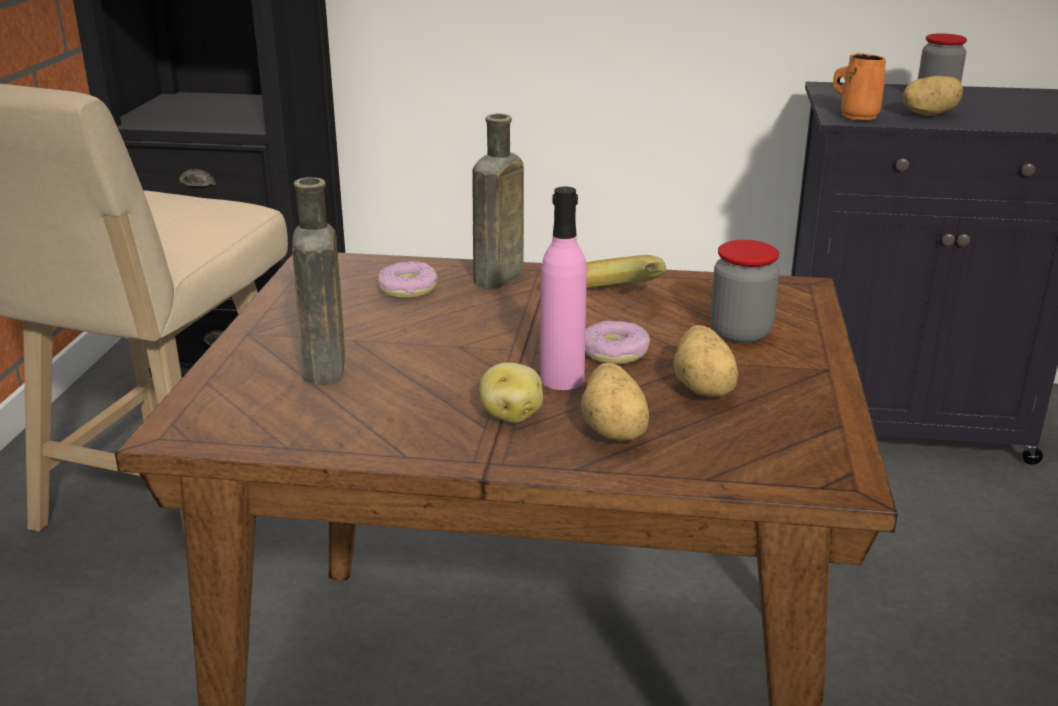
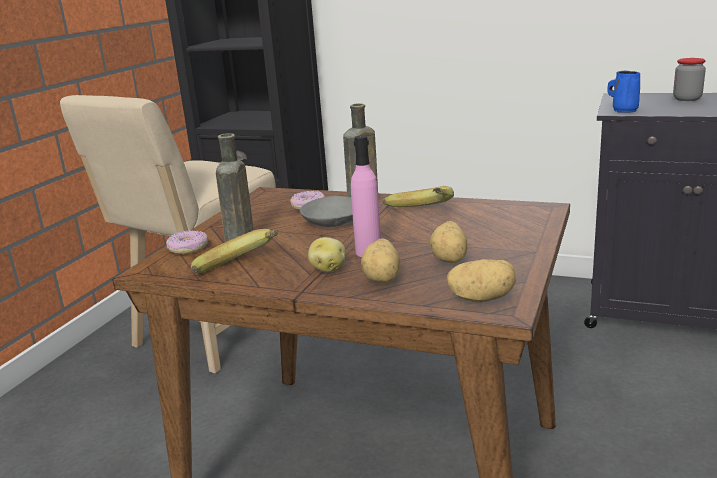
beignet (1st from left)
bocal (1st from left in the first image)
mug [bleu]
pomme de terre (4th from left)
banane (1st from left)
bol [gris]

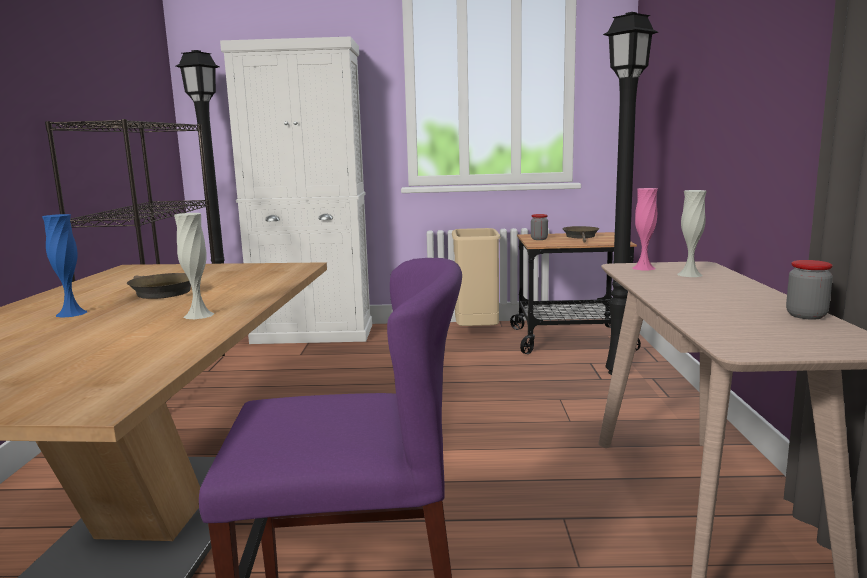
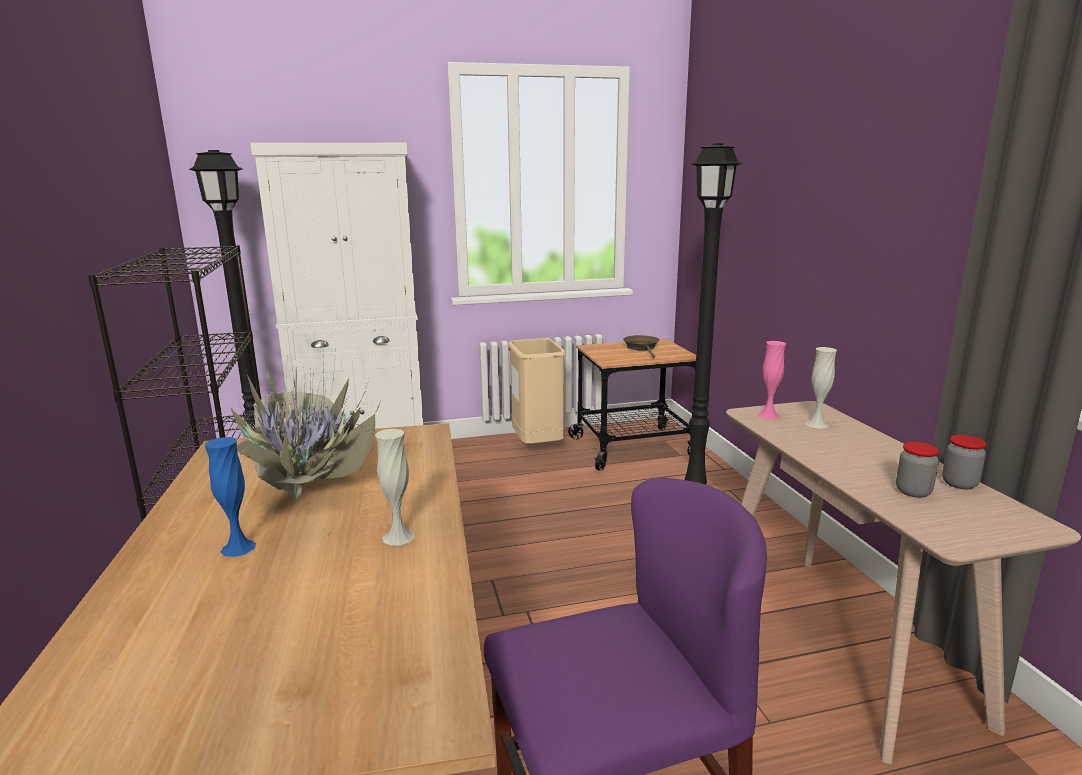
plante en pot
bocal (1st from left)

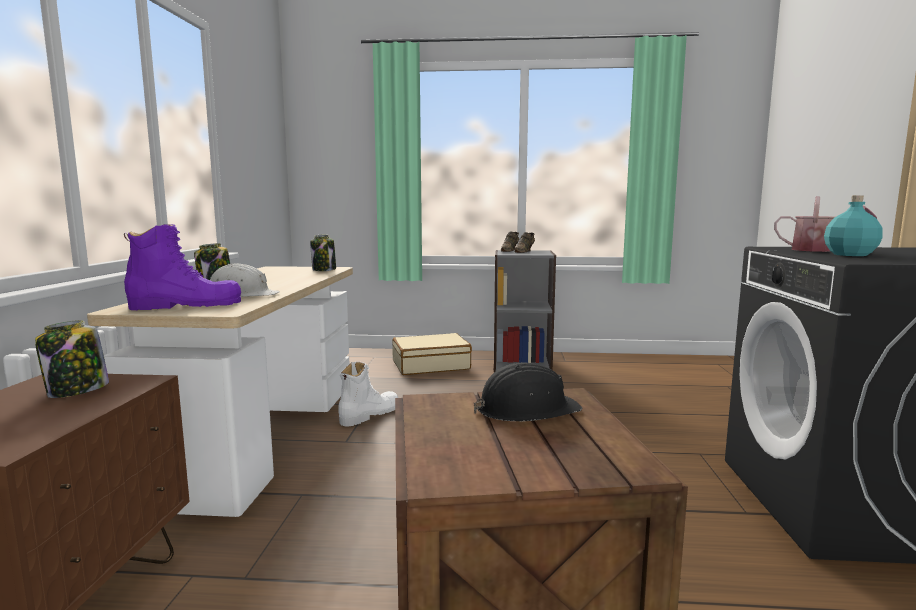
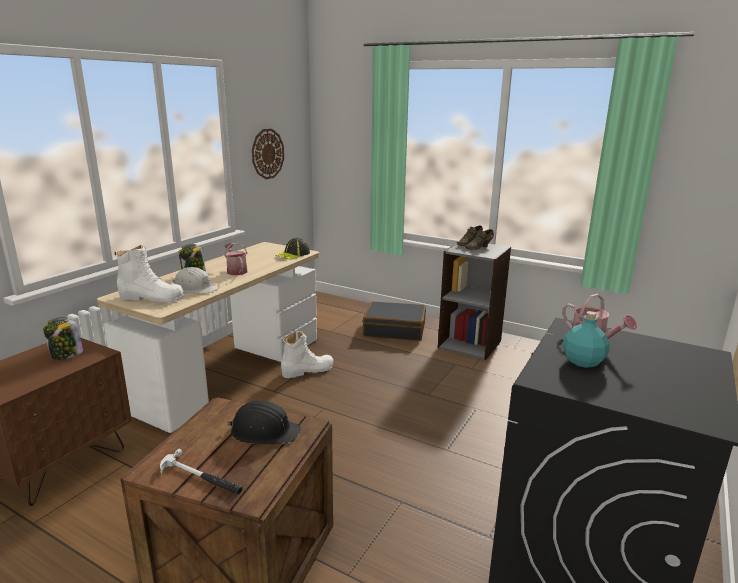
botte [blanc] (1st from left)
casquette
valise [noir]
marteau
arrosoir (1st from left)
horloge murale

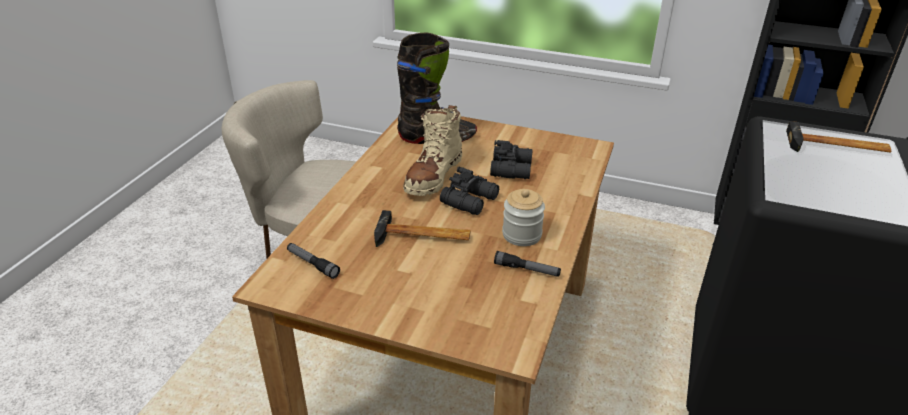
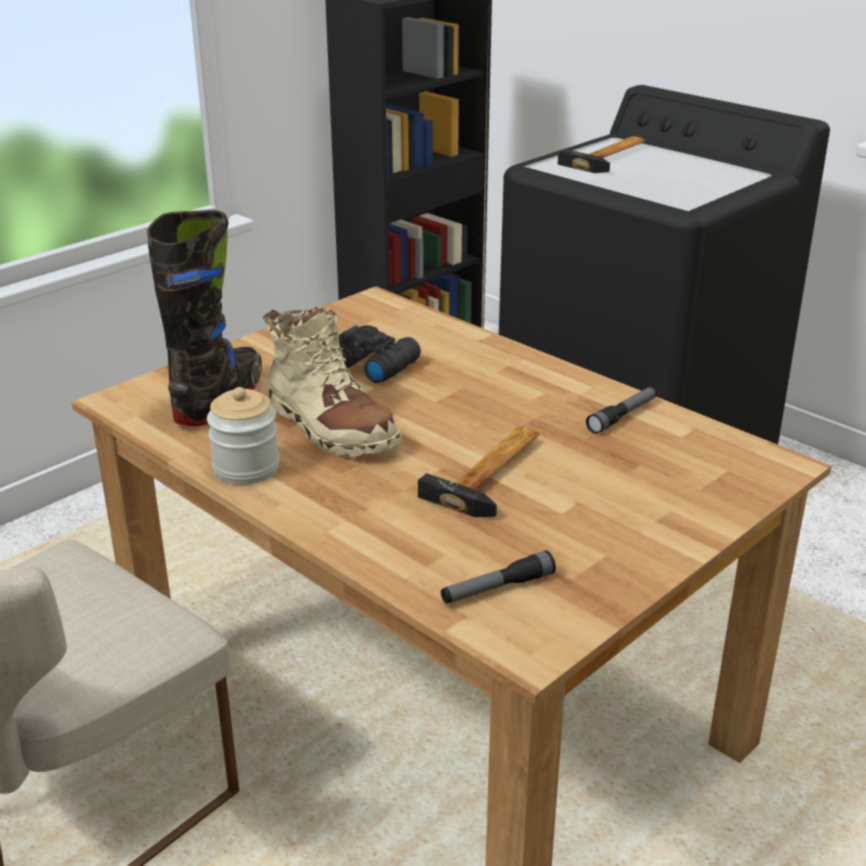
jumelles [noir] (1st from left in the first image)
bocal

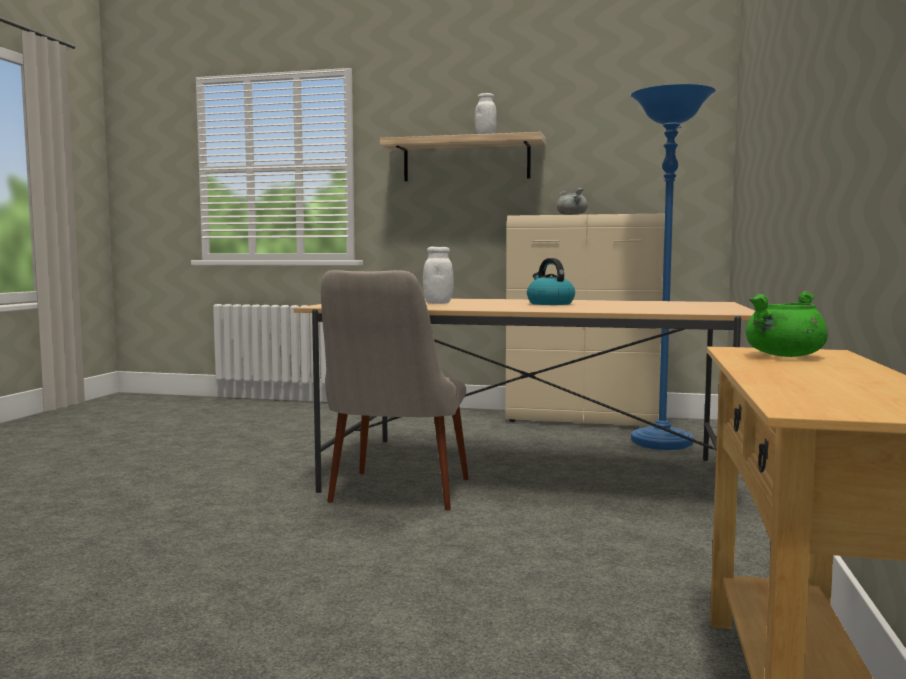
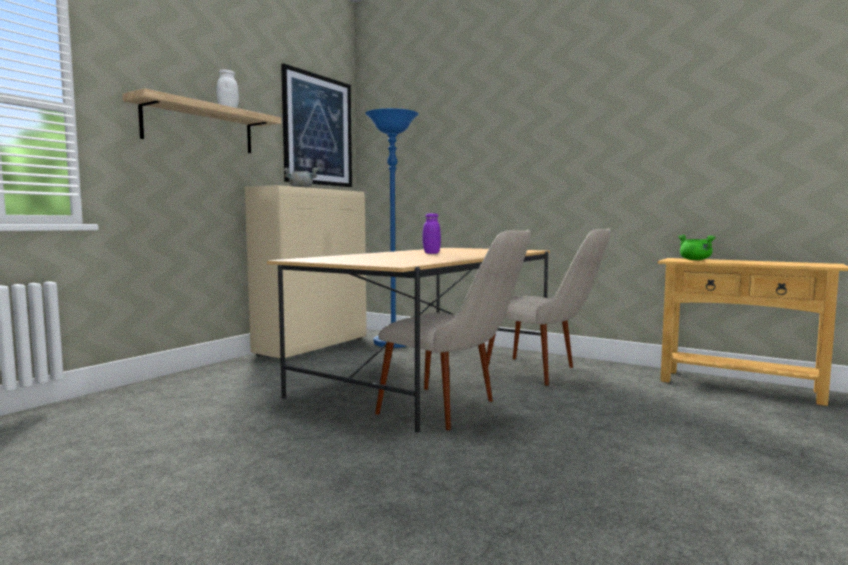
bocal [blanc] (1st from left in the first image)
bocal [violet]
tableau
chaise [beige] (2nd from left)

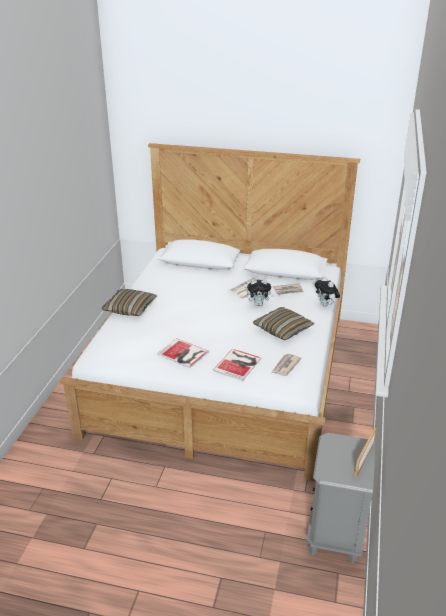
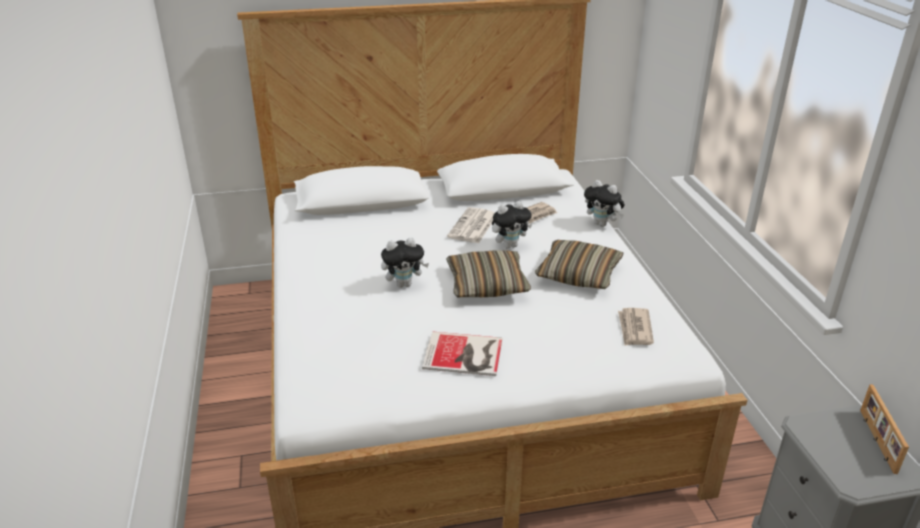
coussin (1st from left)
livre (2nd from left in the first image)
peluche (1st from left)

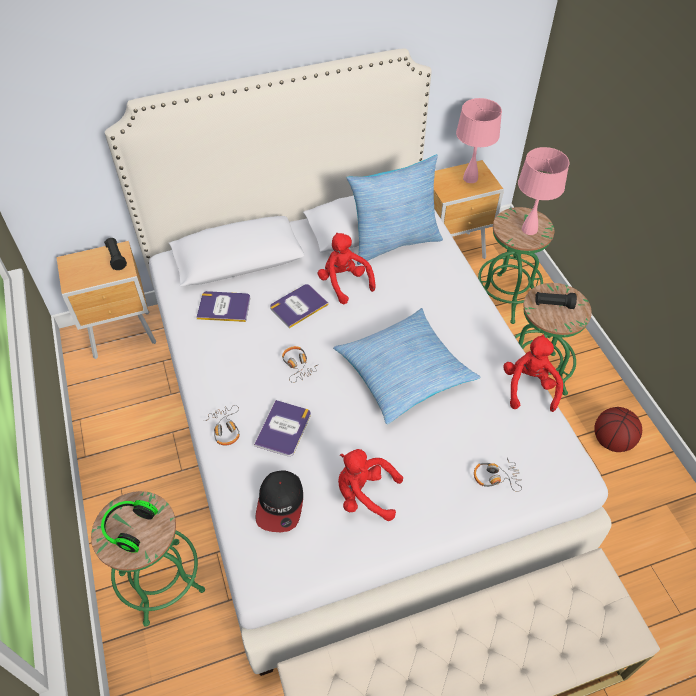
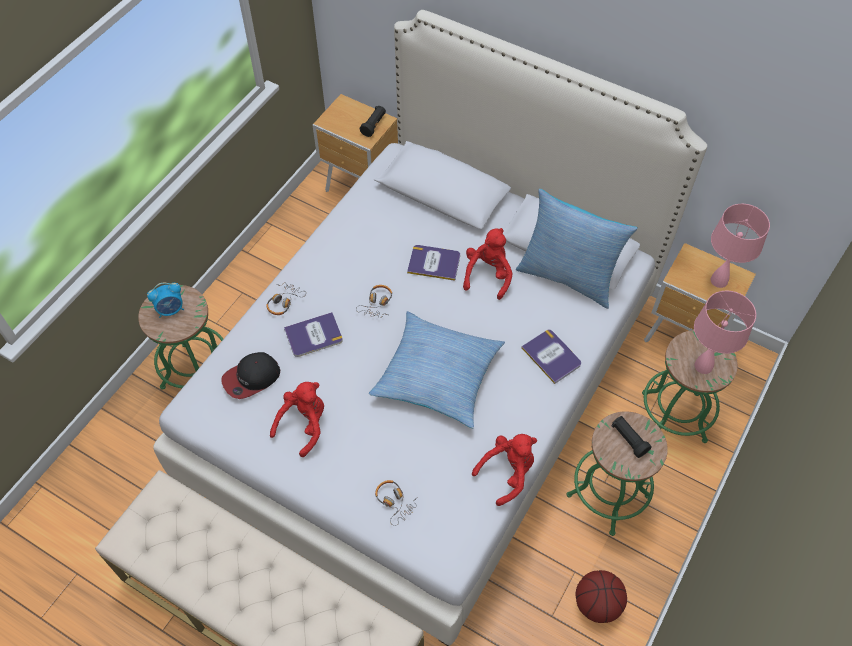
réveil
livre (3rd from left)
peluche [rouge] (1st from left)

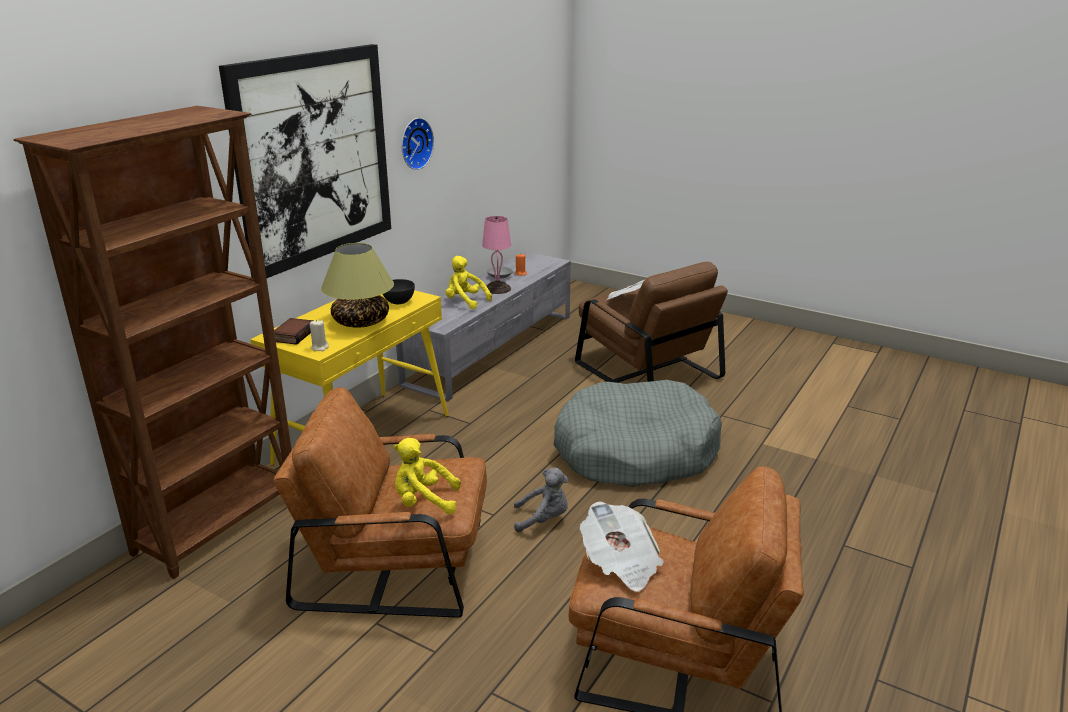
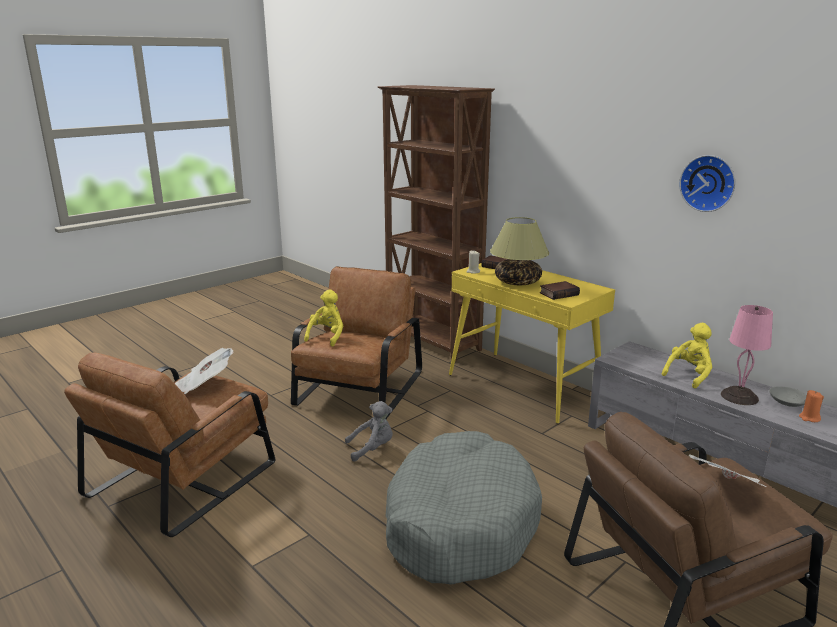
tableau
livre (2nd from left)
peluche [gris]

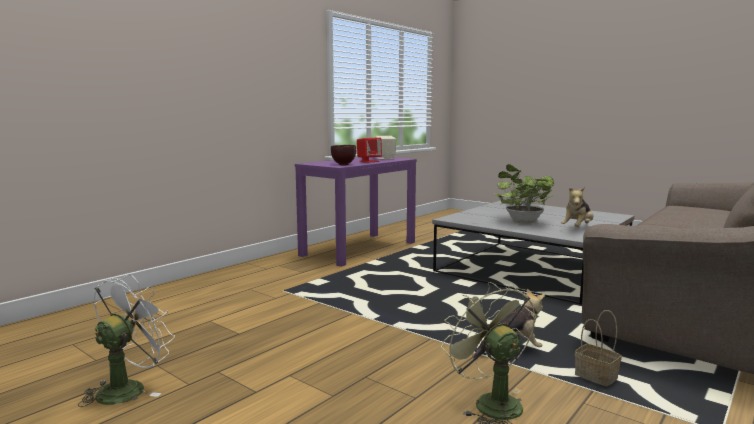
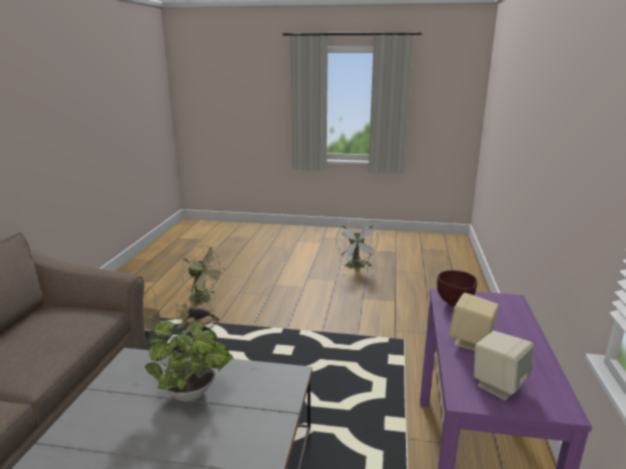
enceinte [beige] (1st from left)
peluche (2nd from left in the first image)

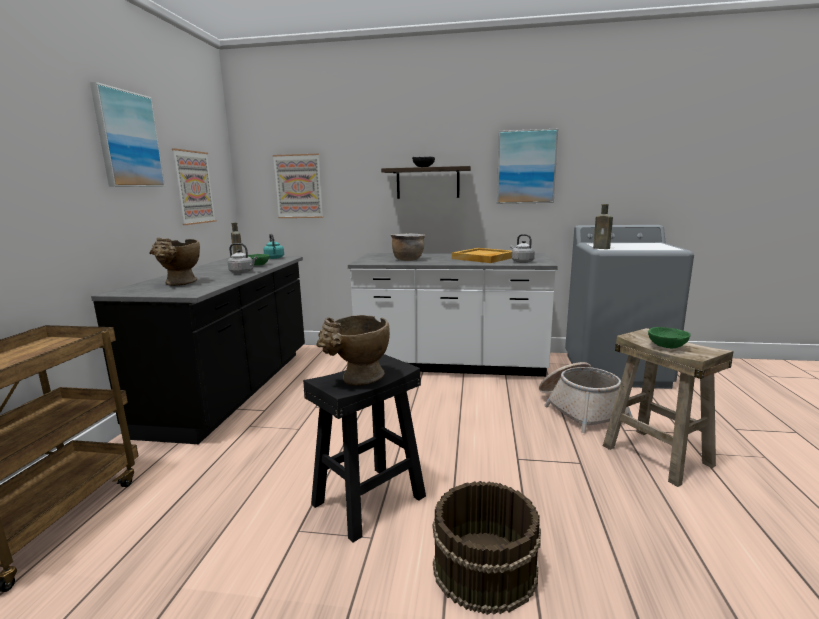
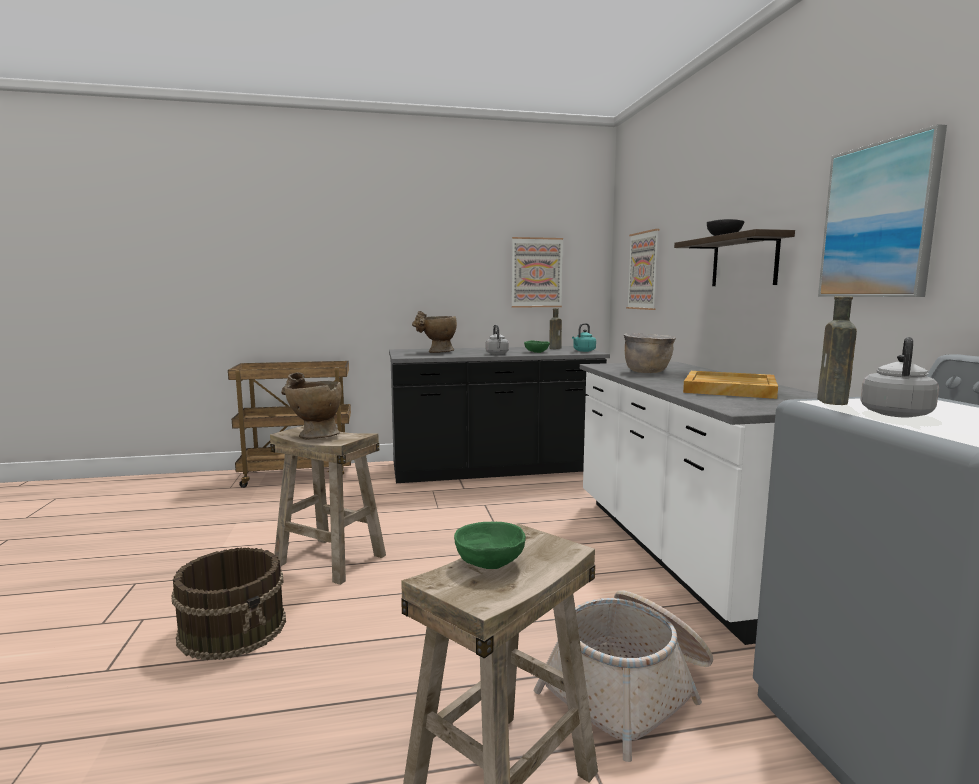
tableau (1st from left in the first image)
tabouret [beige] (1st from left)
bouilloire [gris] (2nd from left)

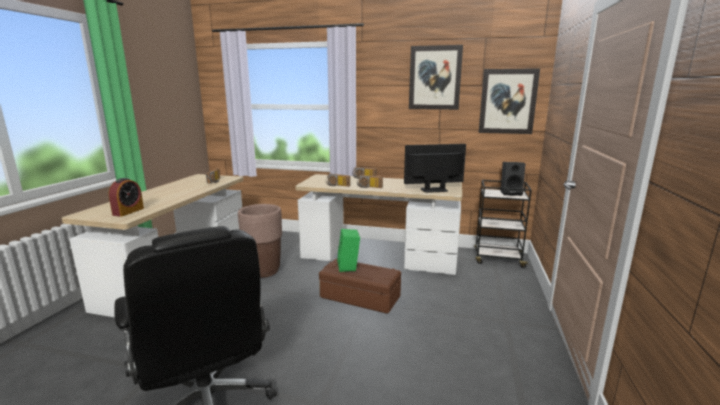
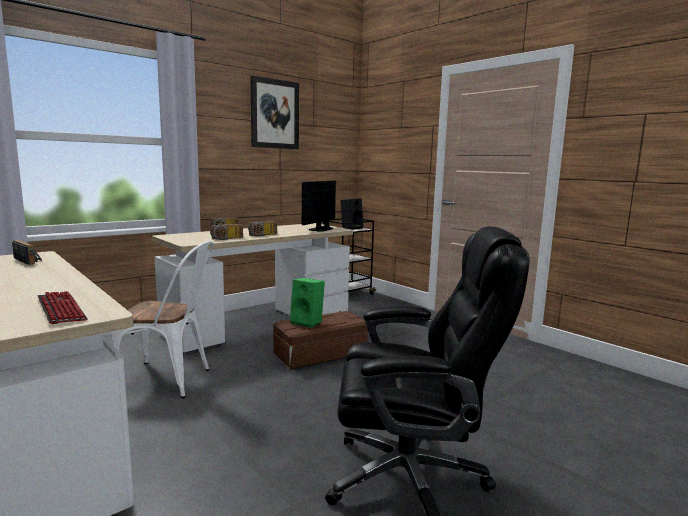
clavier
chaise [blanc]
tableau (2nd from left in the first image)

